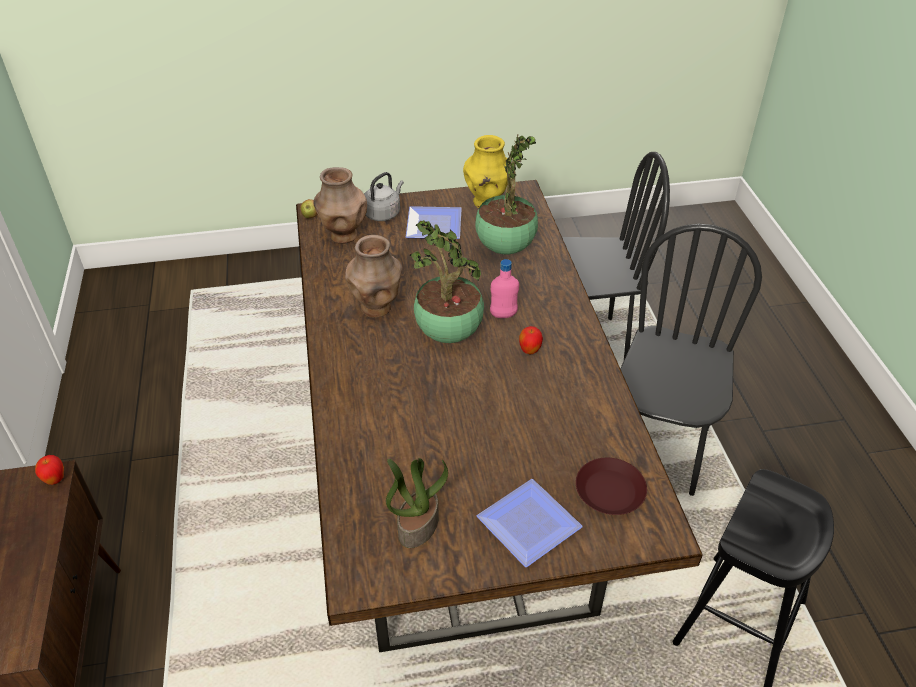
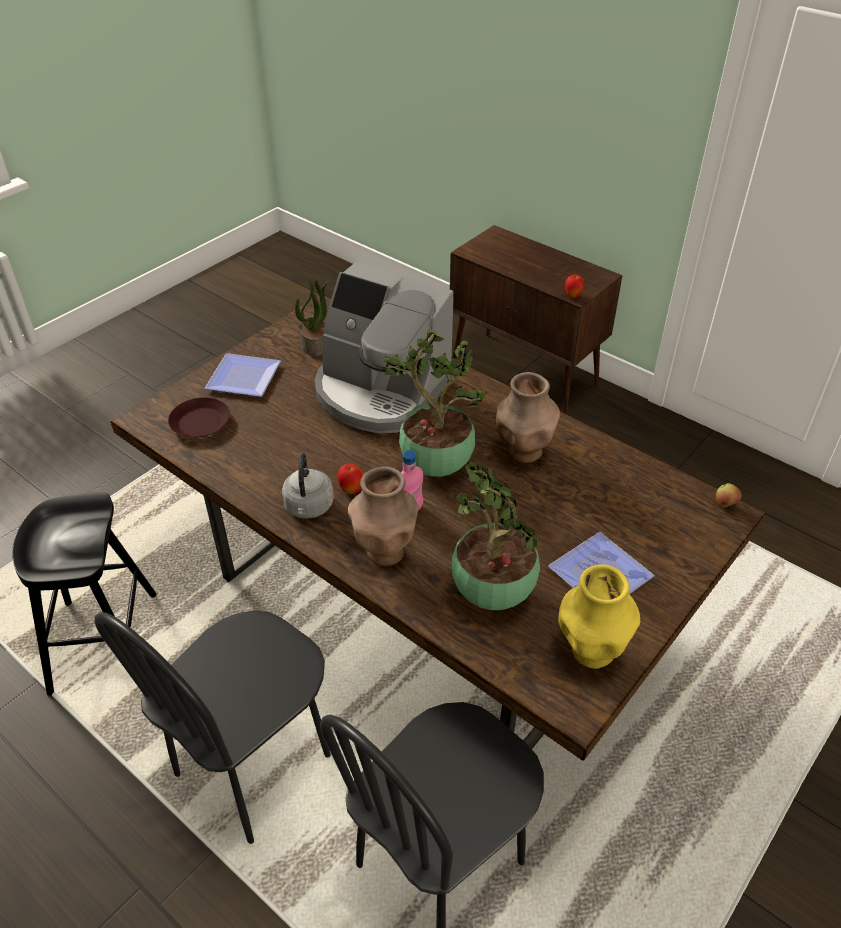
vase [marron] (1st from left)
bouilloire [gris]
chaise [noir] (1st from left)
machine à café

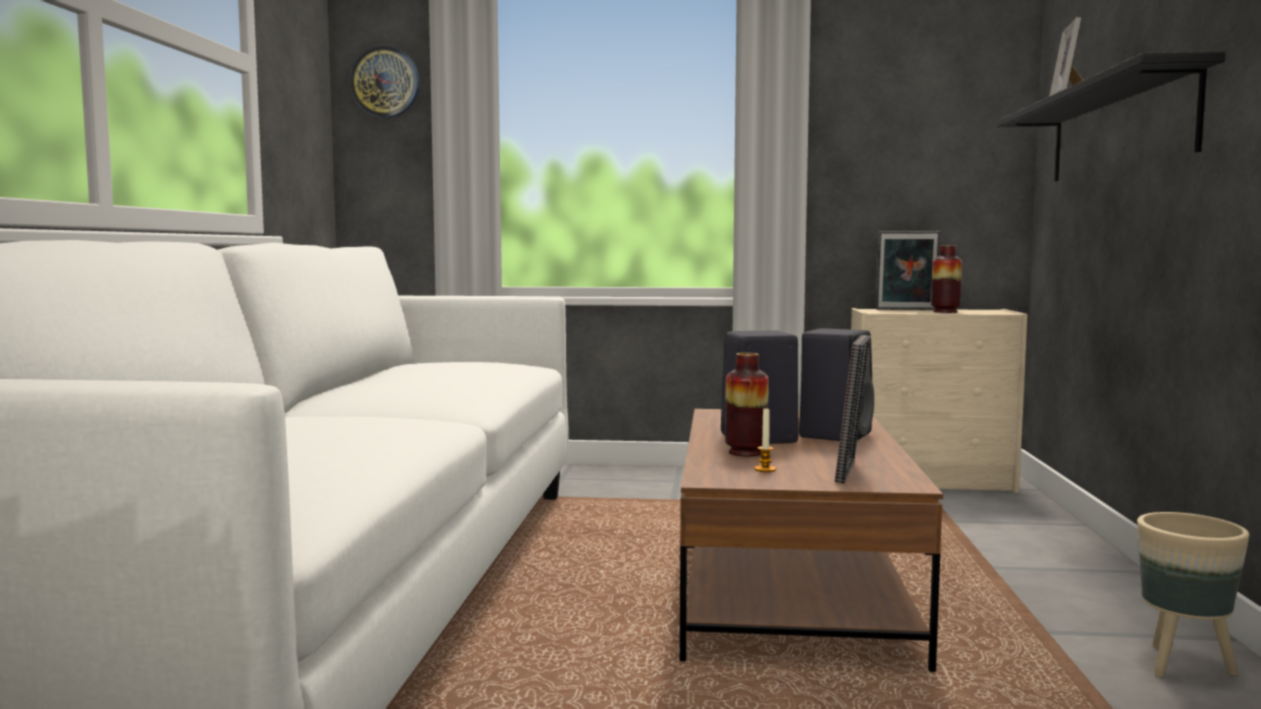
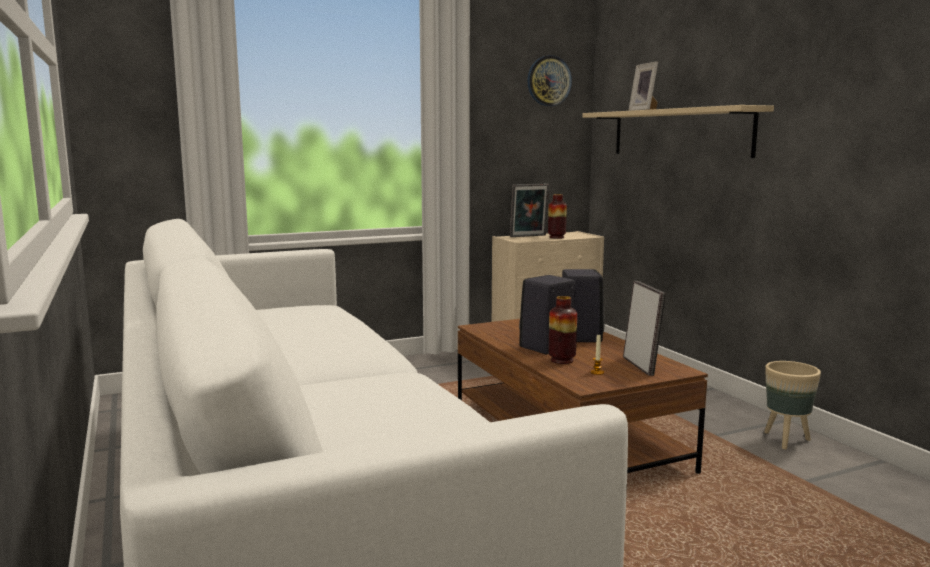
horloge murale
étagère [beige]

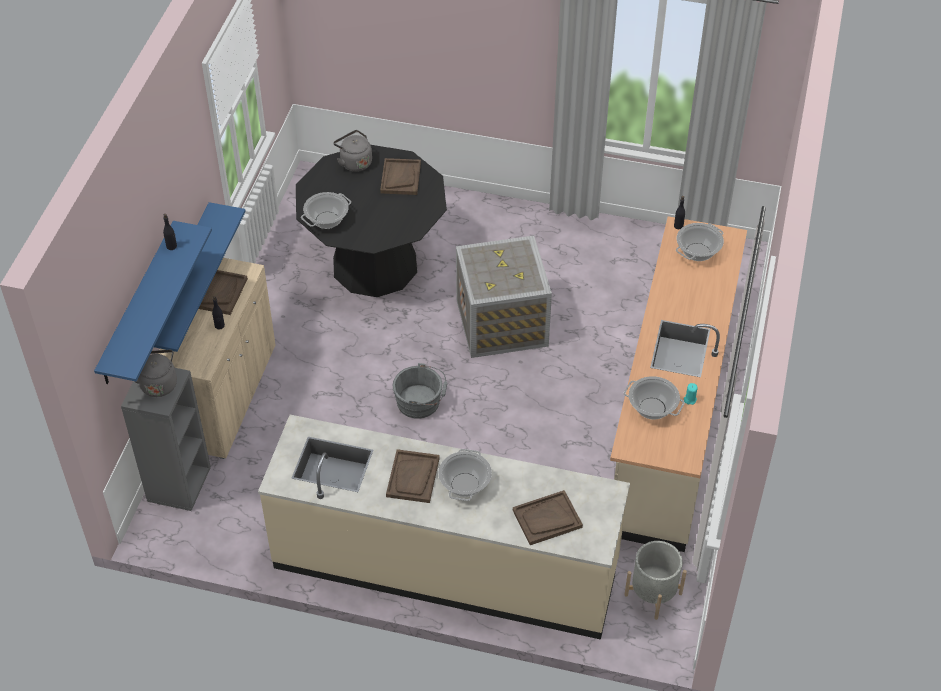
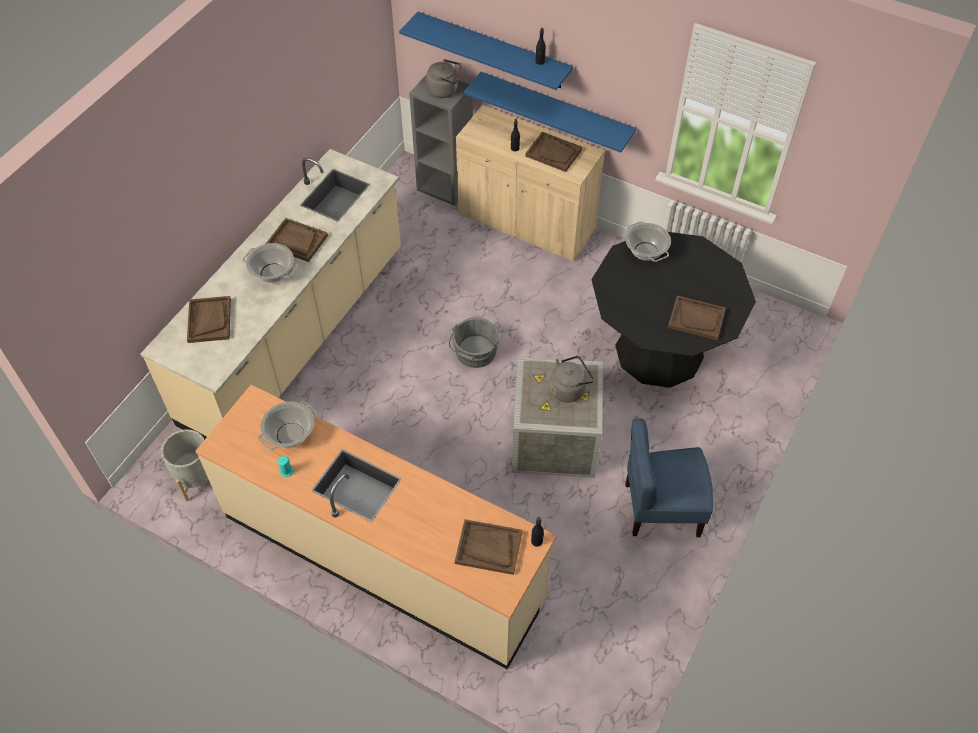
bouilloire [gris] (2nd from left)
plateau [marron] (3rd from left)
chaise [bleu]

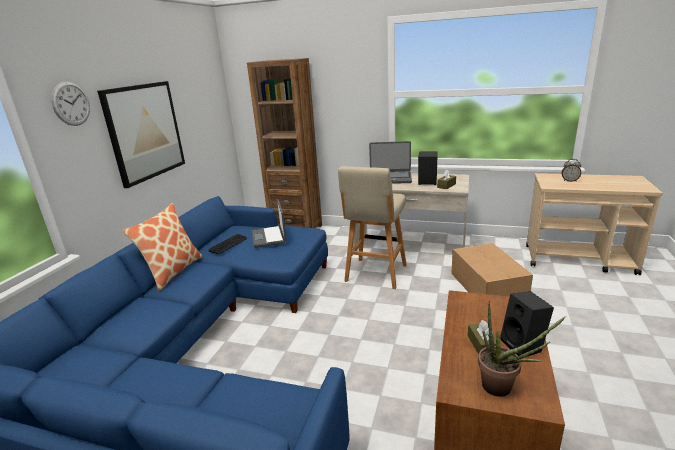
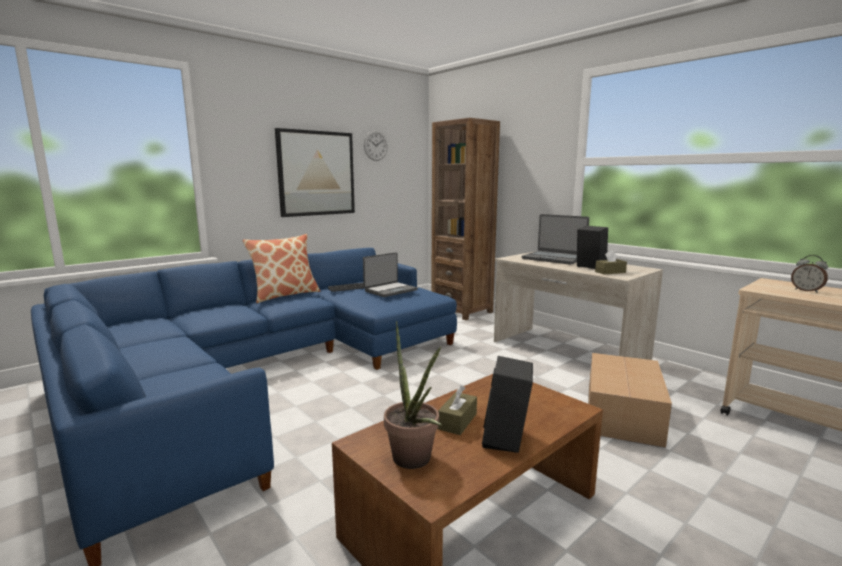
horloge murale
ordinateur portable (1st from left)
tabouret [beige]

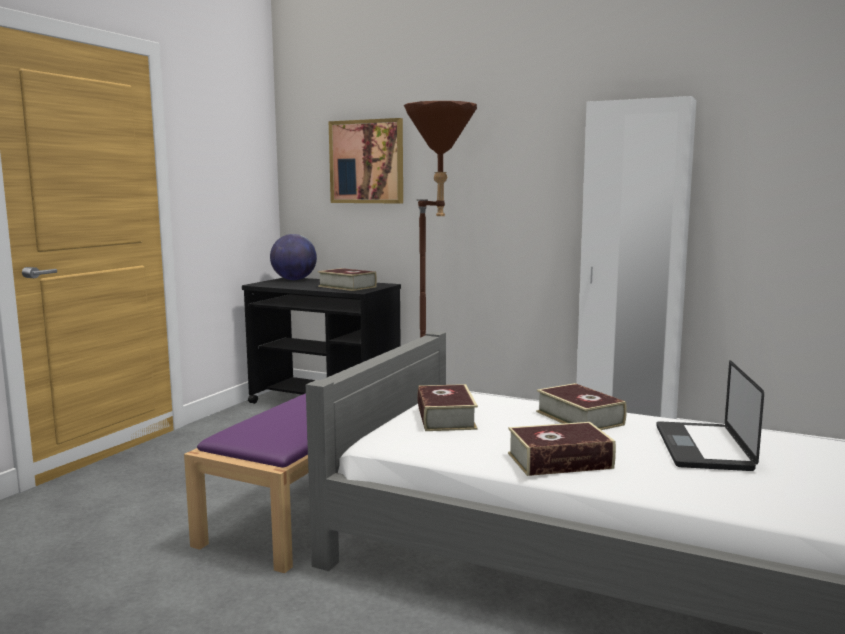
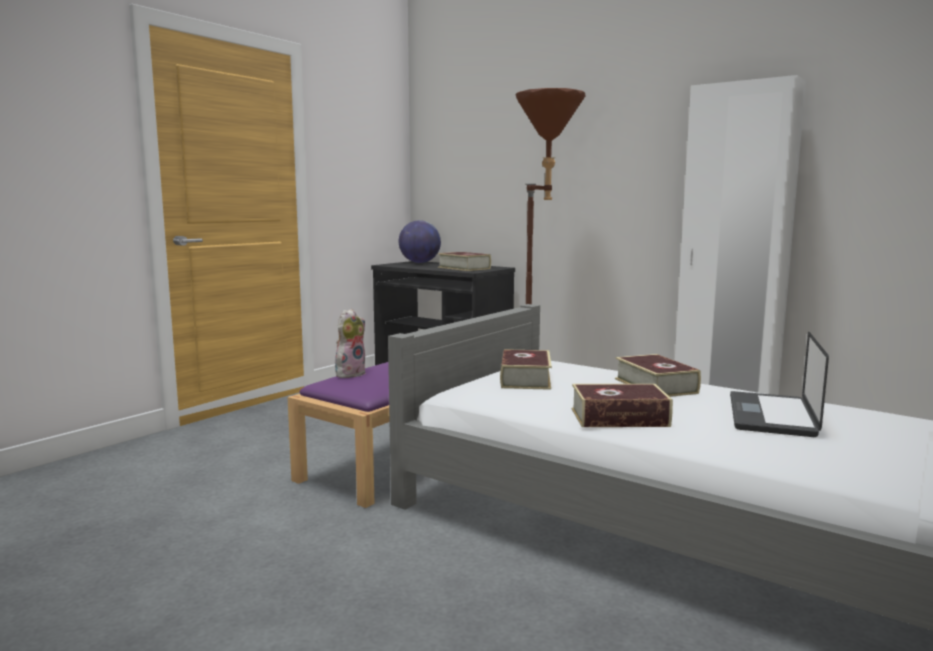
tableau
peluche

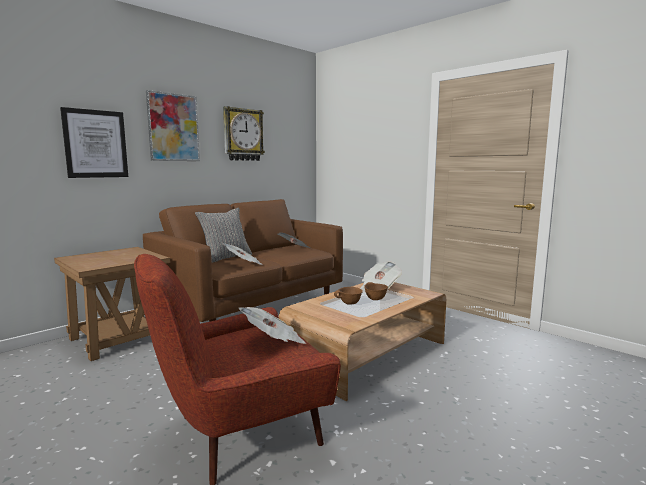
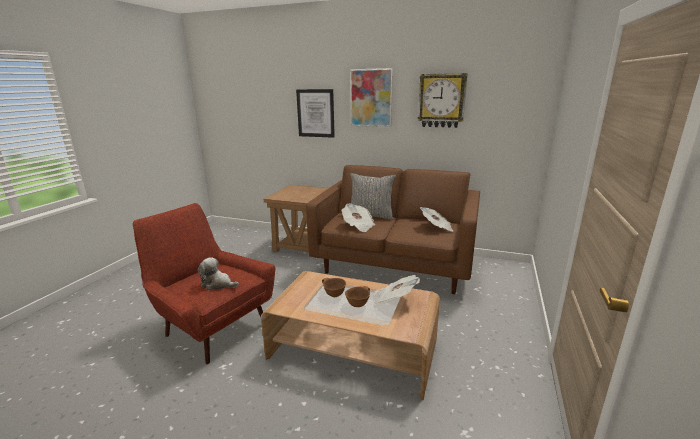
peluche

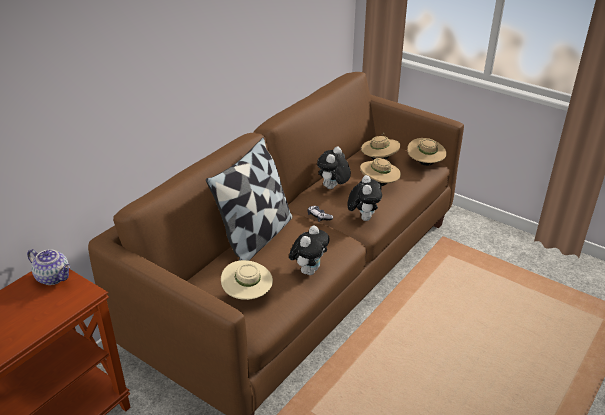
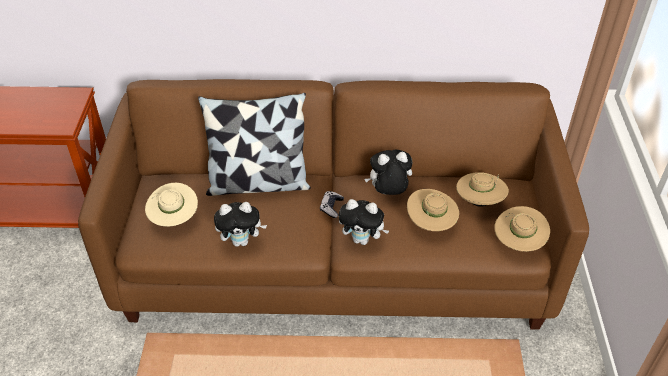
théière
peluche (2nd from left)

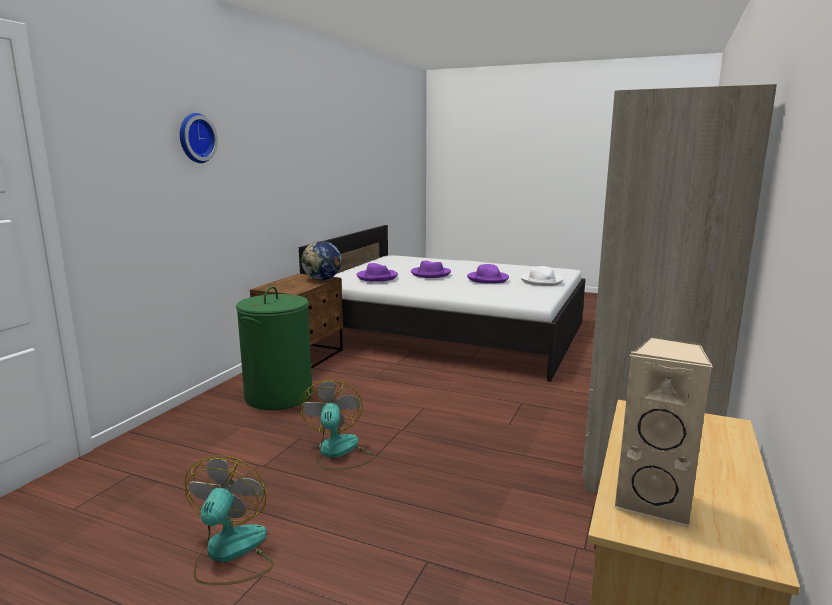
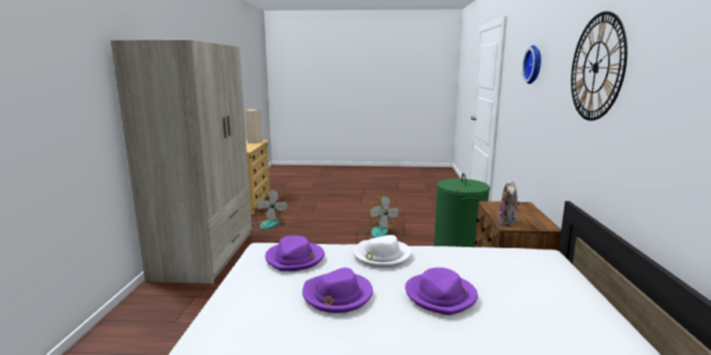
ventilateur (1st from left)
peluche
chapeau [violet] (1st from left)
chapeau [blanc]
horloge murale (2nd from left)

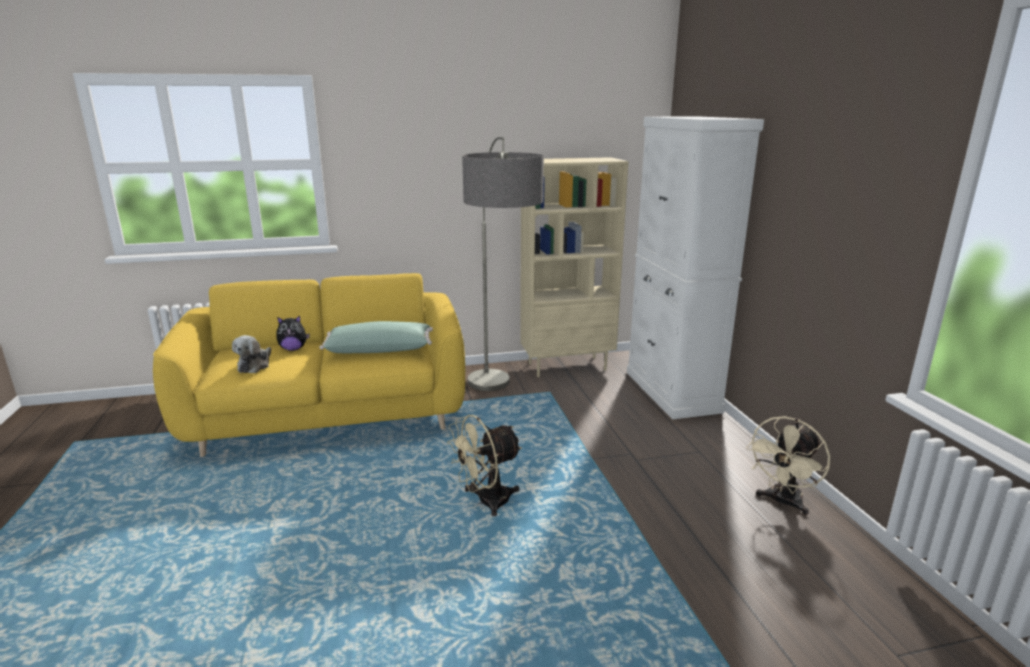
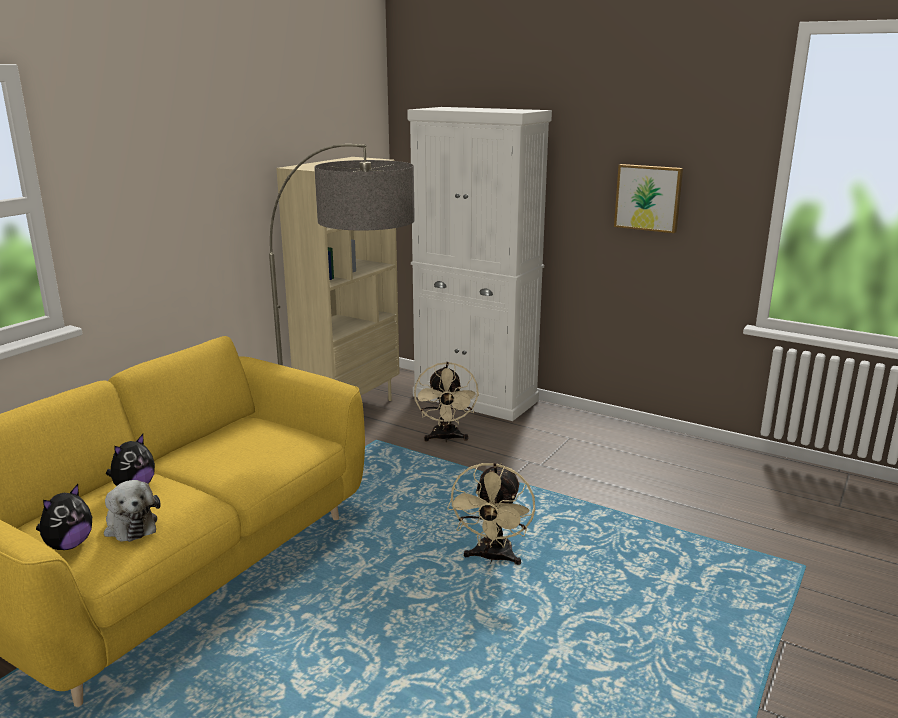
coussin [vert]
ventilateur [beige] (1st from left)
peluche (1st from left)
tableau

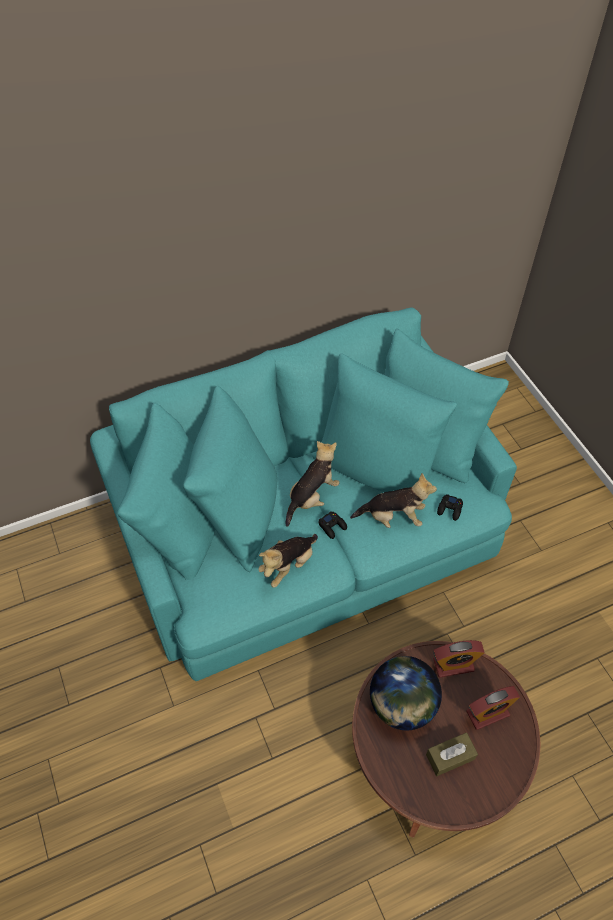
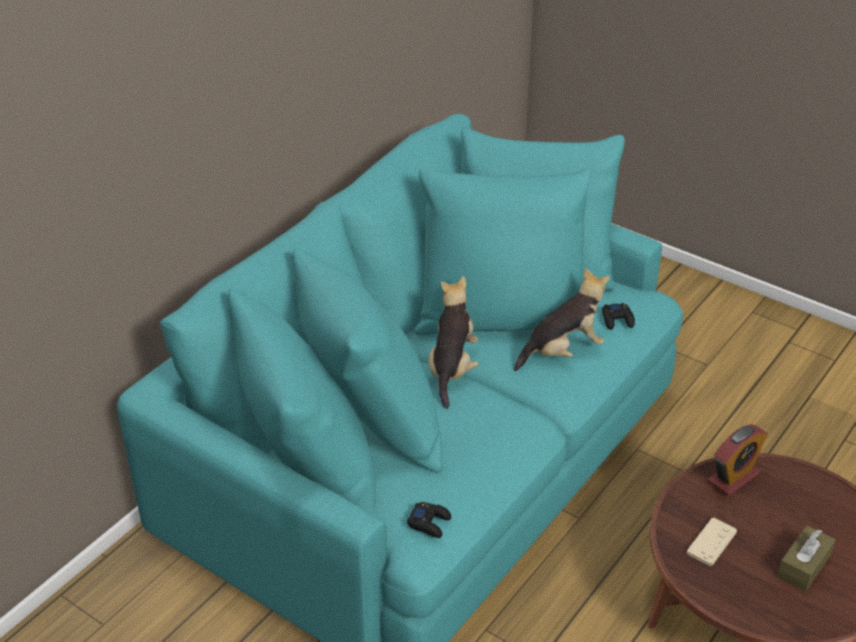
peluche (1st from left in the first image)
manette [noir] (1st from left)
manette [beige]
réveil (2nd from left in the first image)

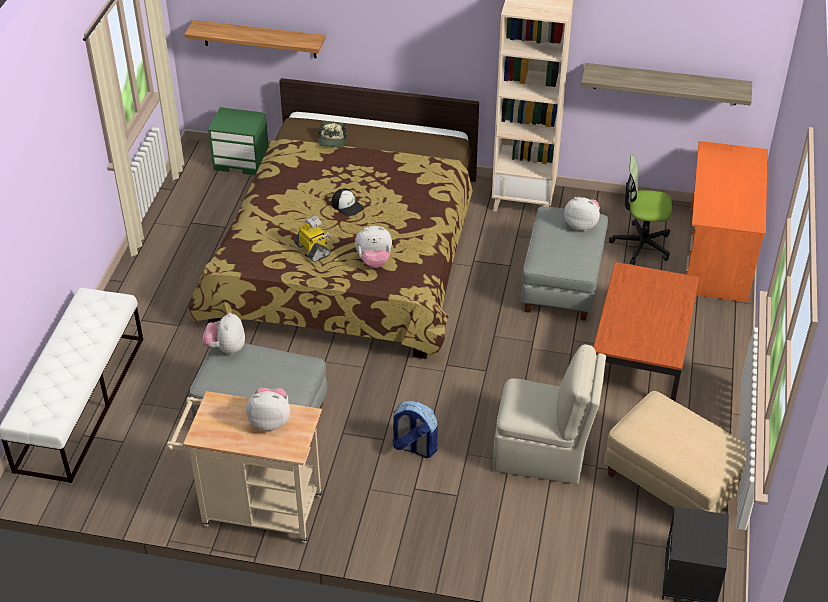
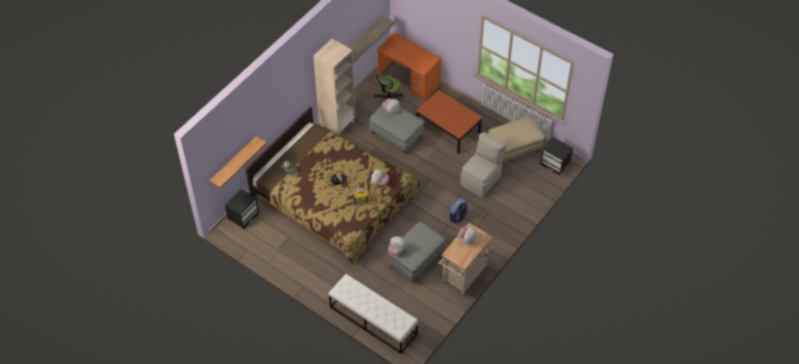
table de chevet [noir] (1st from left)

